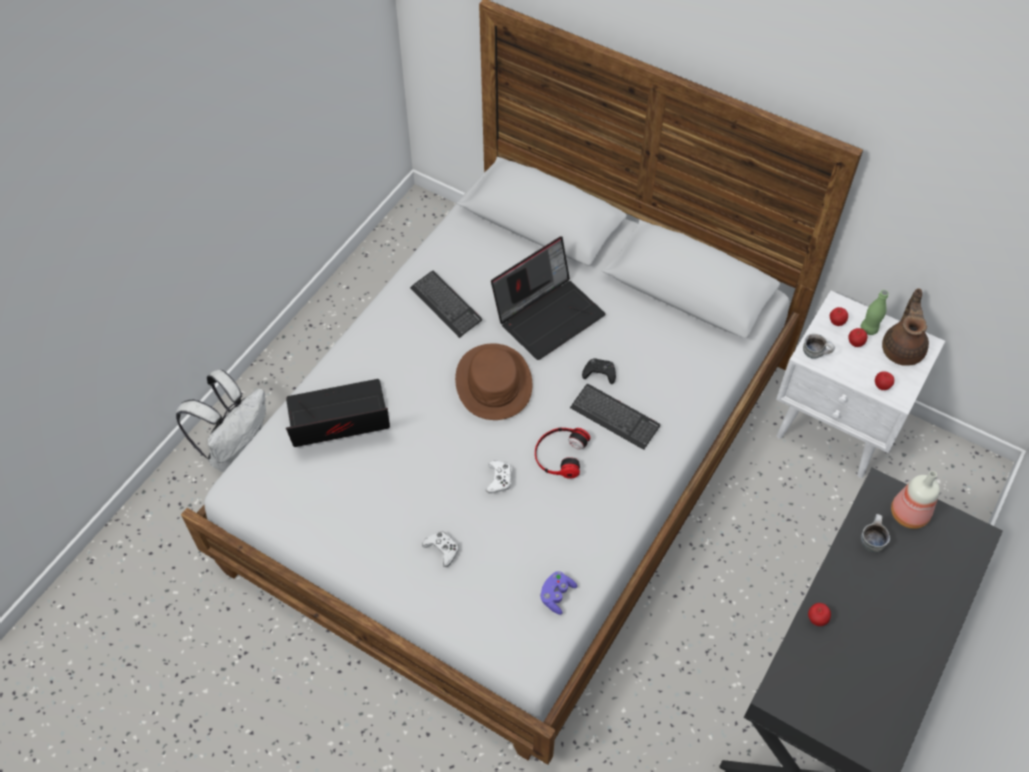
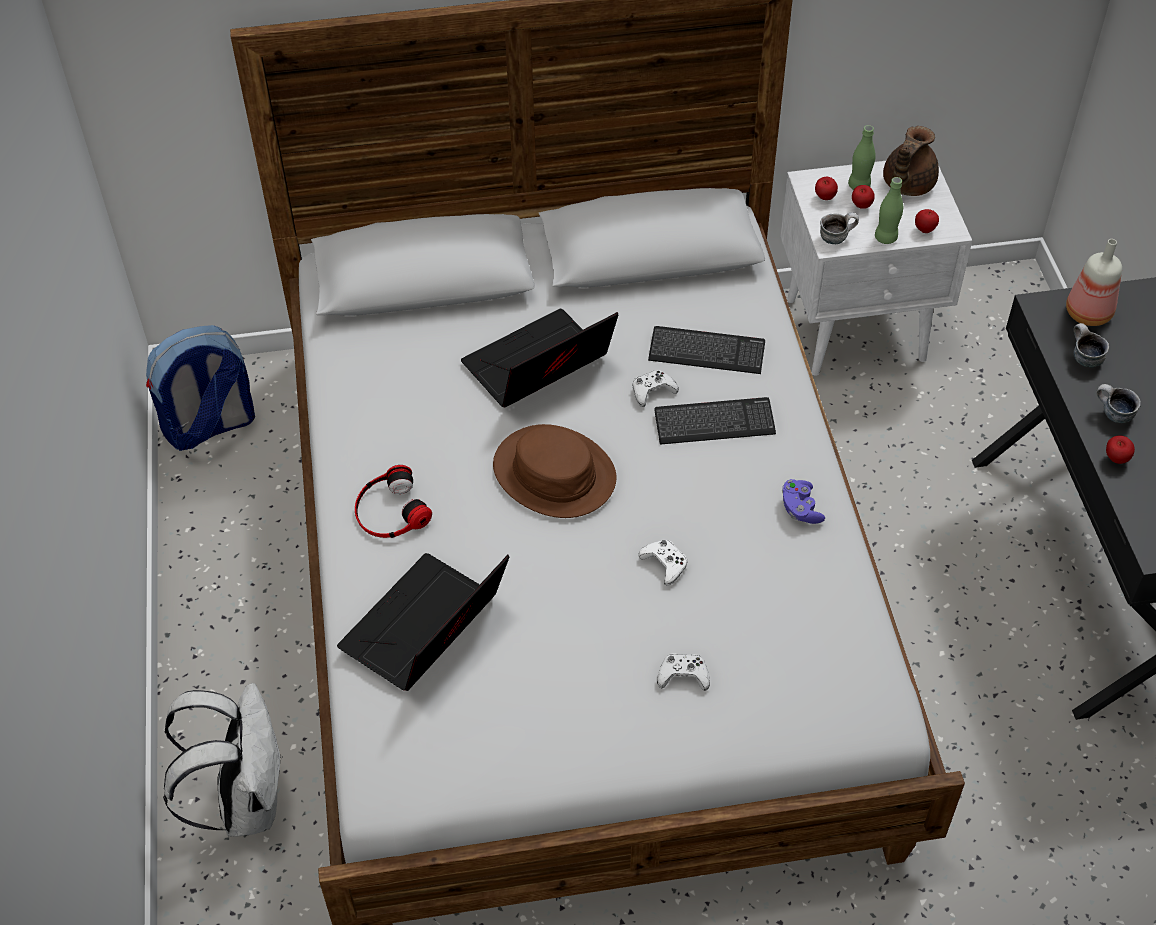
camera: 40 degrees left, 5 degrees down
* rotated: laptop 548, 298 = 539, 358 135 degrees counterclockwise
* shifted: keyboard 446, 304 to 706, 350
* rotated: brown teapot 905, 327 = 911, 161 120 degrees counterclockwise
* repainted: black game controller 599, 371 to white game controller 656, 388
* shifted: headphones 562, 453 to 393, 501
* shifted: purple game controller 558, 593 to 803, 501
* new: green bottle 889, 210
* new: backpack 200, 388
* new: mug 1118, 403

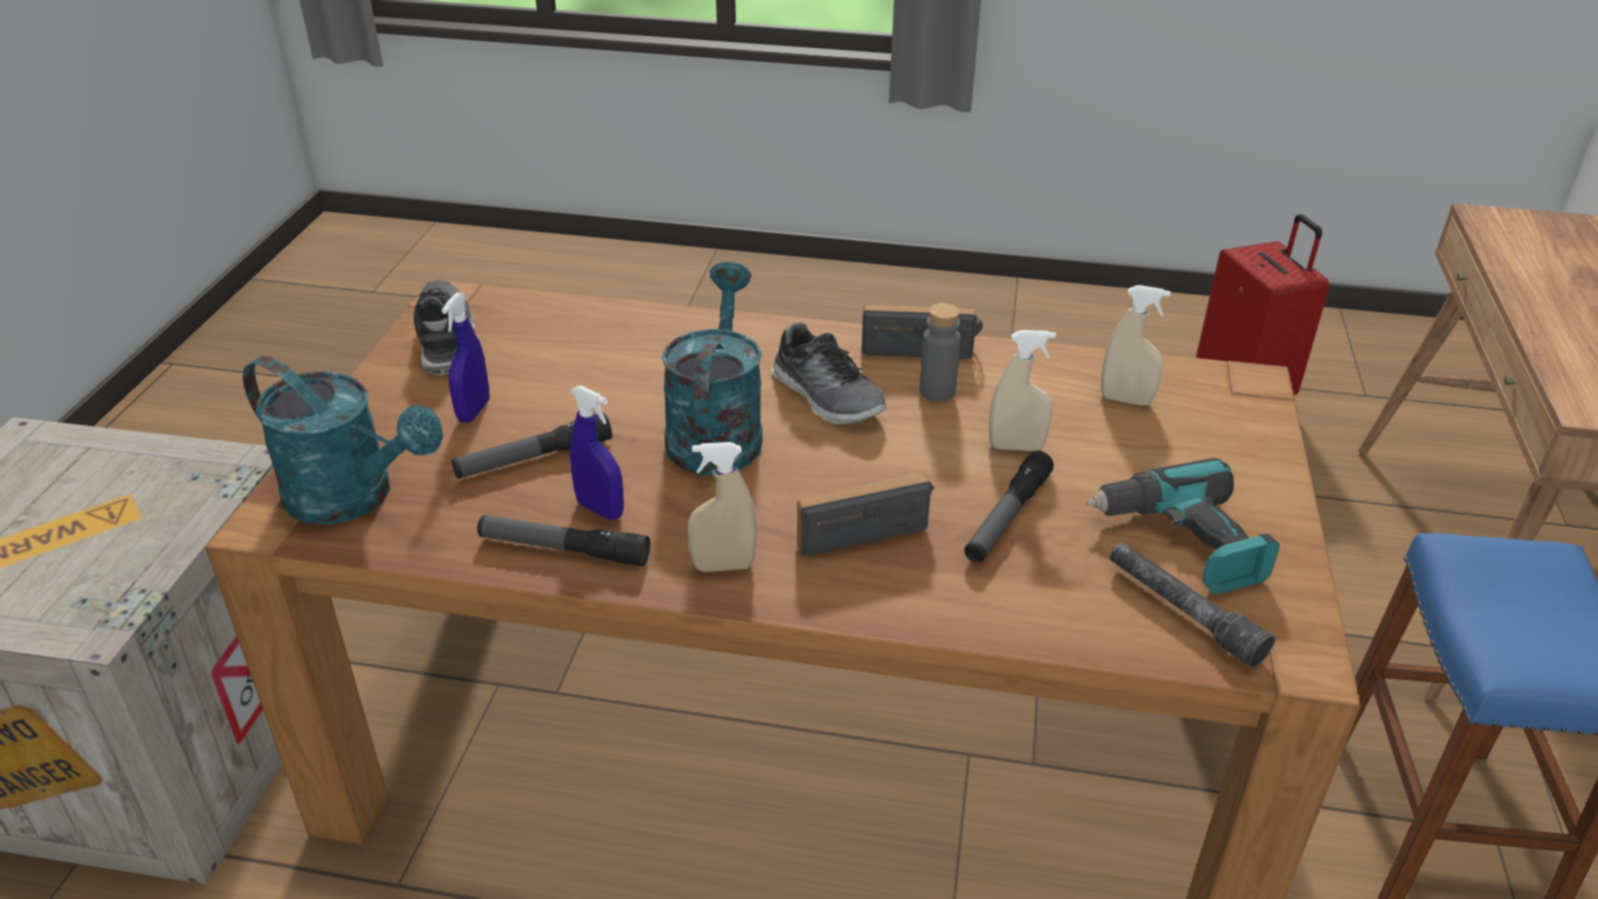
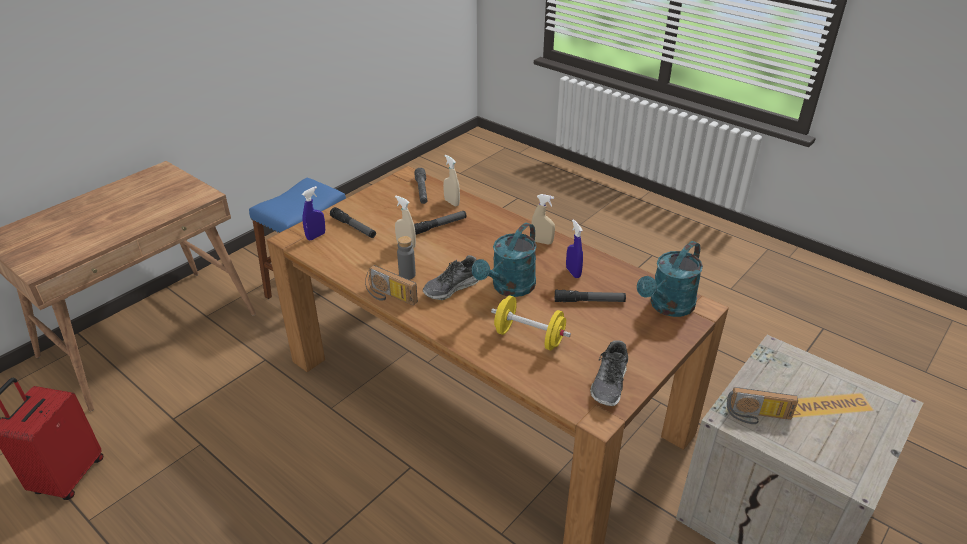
camera: 150 degrees left, 0 degrees up
* shifted: beige spray bottle 1136, 345 to 451, 180
* shifted: blue spray bottle 465, 357 to 313, 213
* rotated: shoe 830, 373 = 451, 277 120 degrees counterclockwise
* rotated: turquoise watering can 343, 440 = 670, 279 105 degrees counterclockwise
* gone: power drill 1182, 526
* shifted: radio 866, 514 to 762, 405
* shifted: flashlight 563, 540 to 353, 222
* new: yellow dumbbell 531, 322

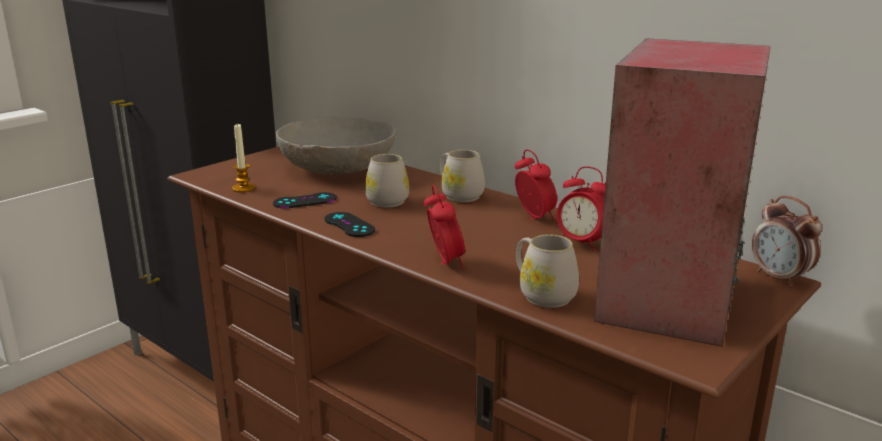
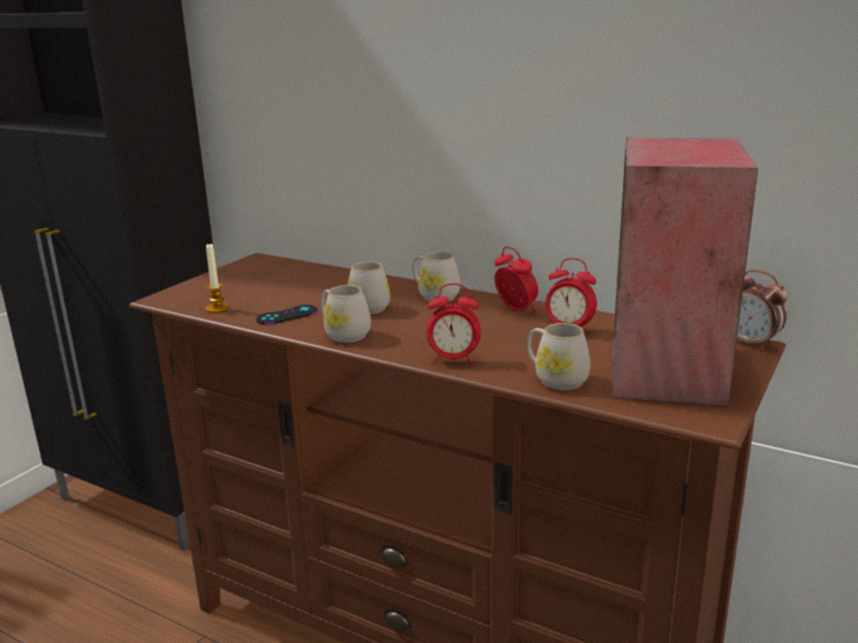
camera: 10 degrees left, 0 degrees up
* gone: grey bowl 336, 146
* rotated: alarm clock 444, 227 = 453, 324 120 degrees clockwise
* swapped: black game controller 349, 224 to white mug 345, 314

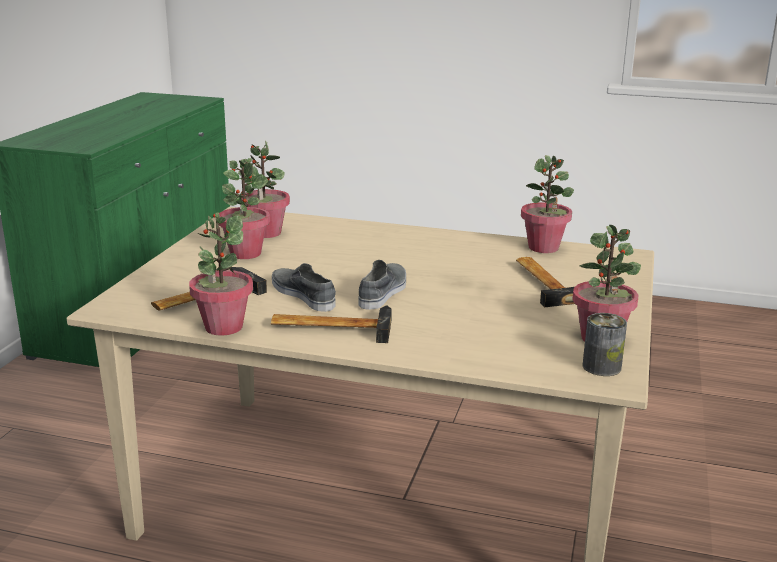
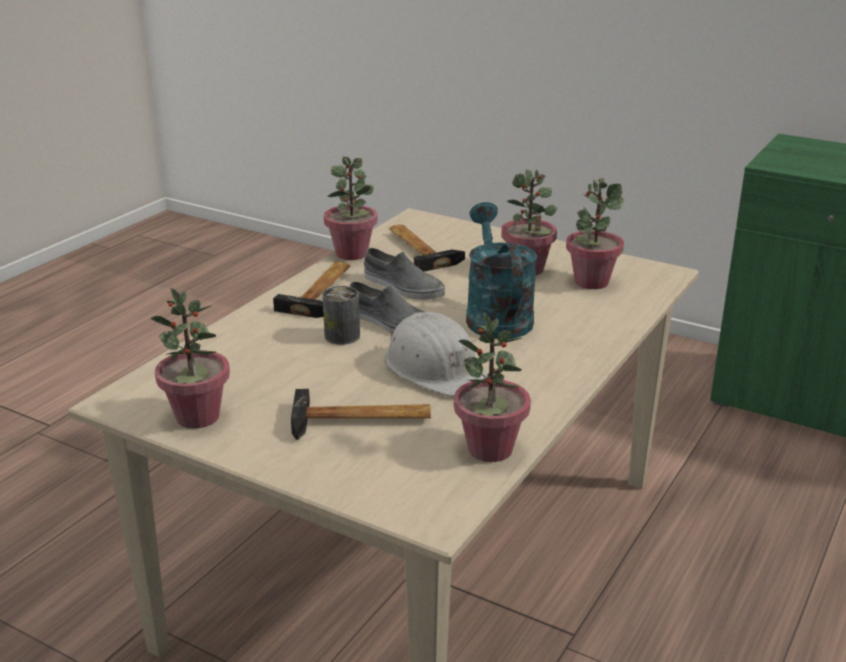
camera: 105 degrees right, 5 degrees up
* rotated: grey shoe 304, 287 = 404, 274 60 degrees clockwise
* shifted: can 604, 344 to 341, 315
* new: turquoise watering can 501, 270
* new: white hard hat 436, 354

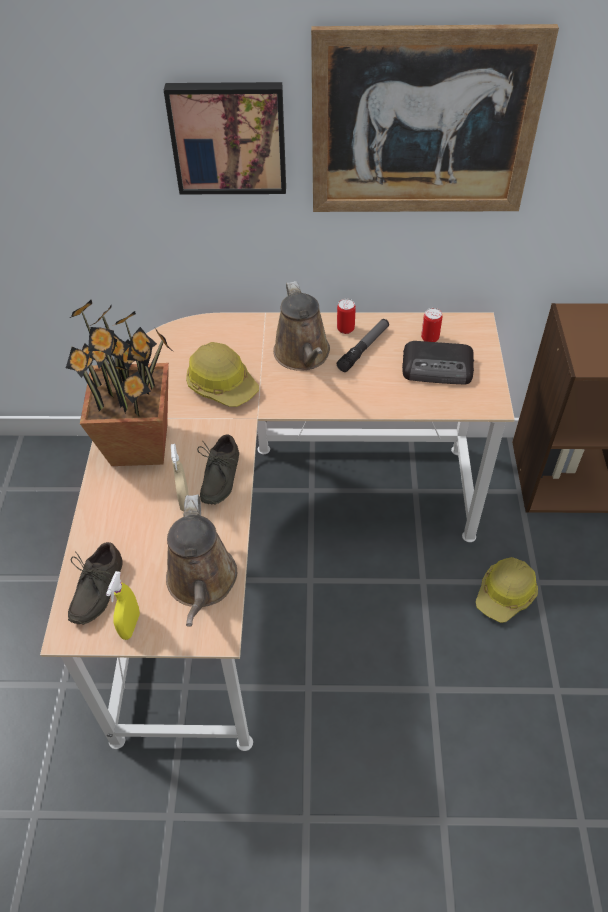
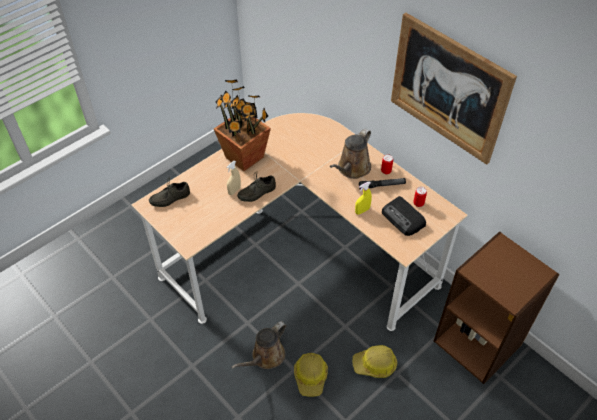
camera: 45 degrees right, 0 degrees up
* gone: picture 225, 138
* shifted: hard hat 222, 374 to 311, 375
* shifted: brown watering can 201, 560 to 258, 345
* shifted: yellow spray bottle 123, 605 to 363, 198

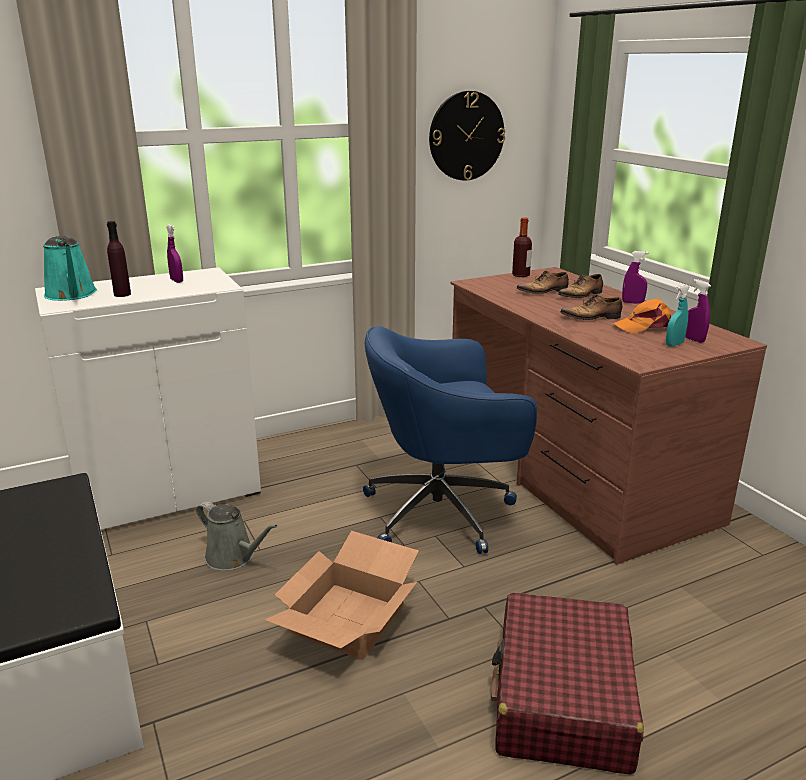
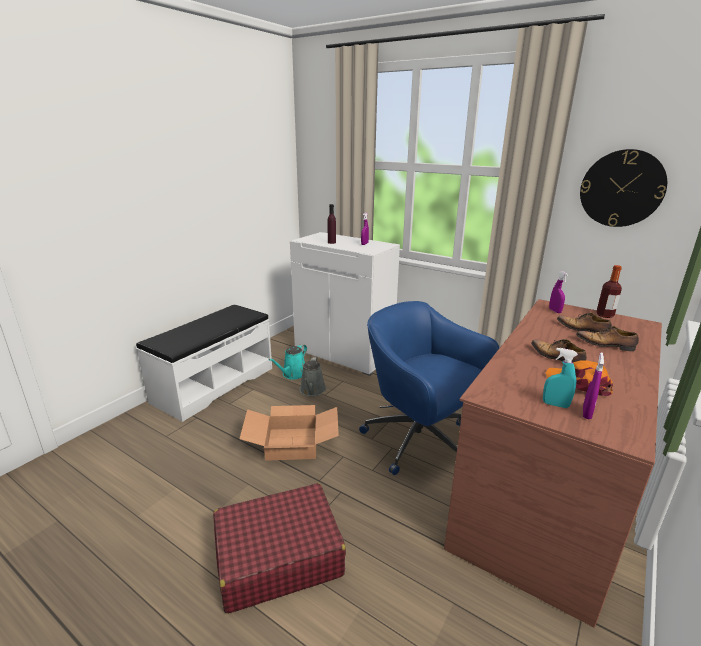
camera: 60 degrees right, 0 degrees up
* shifted: turquoise watering can 70, 268 to 287, 362
* shifted: purple spray bottle 635, 277 to 558, 292

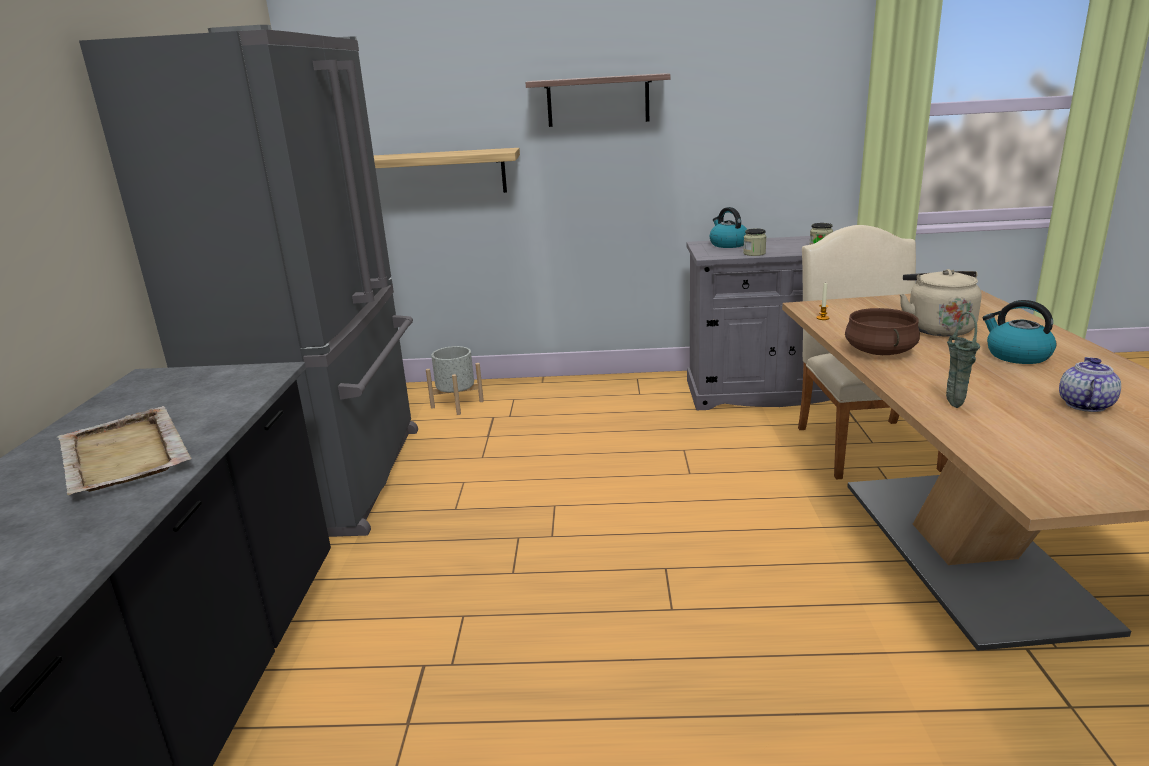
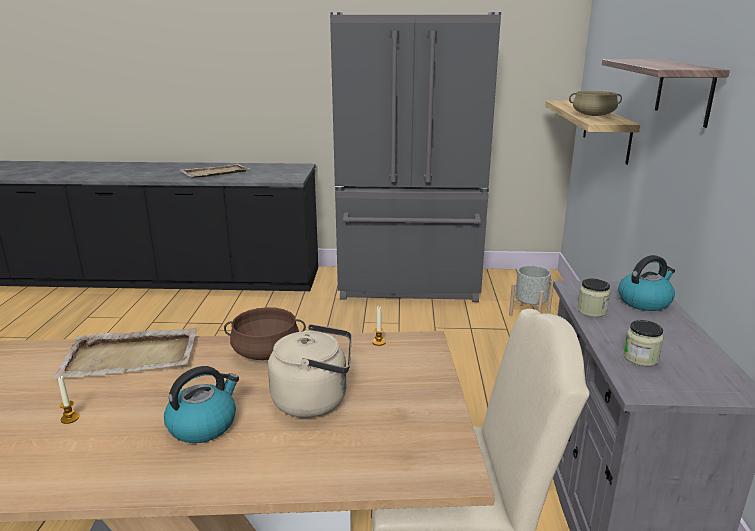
camera: 90 degrees right, 0 degrees up
* swapped: green vase 963, 360 to beige tray 125, 353
* swapped: teapot 1090, 384 to candle 68, 400
* new: beige cooking pot 595, 103

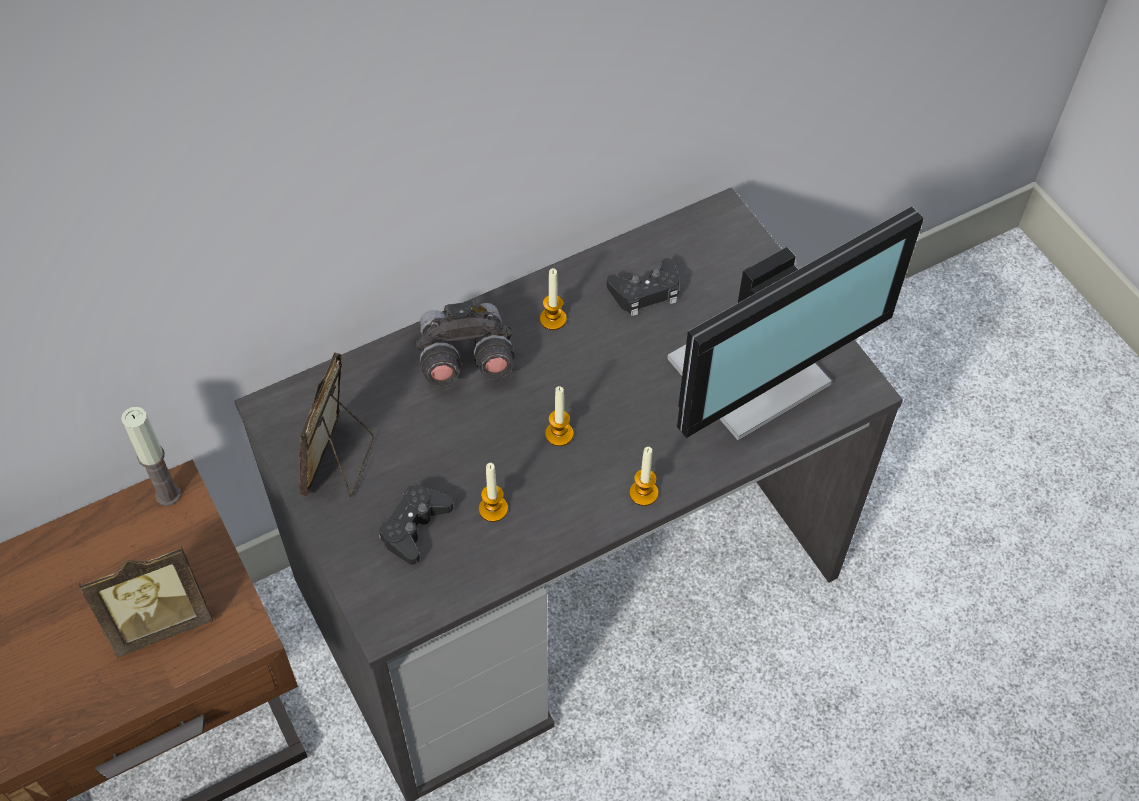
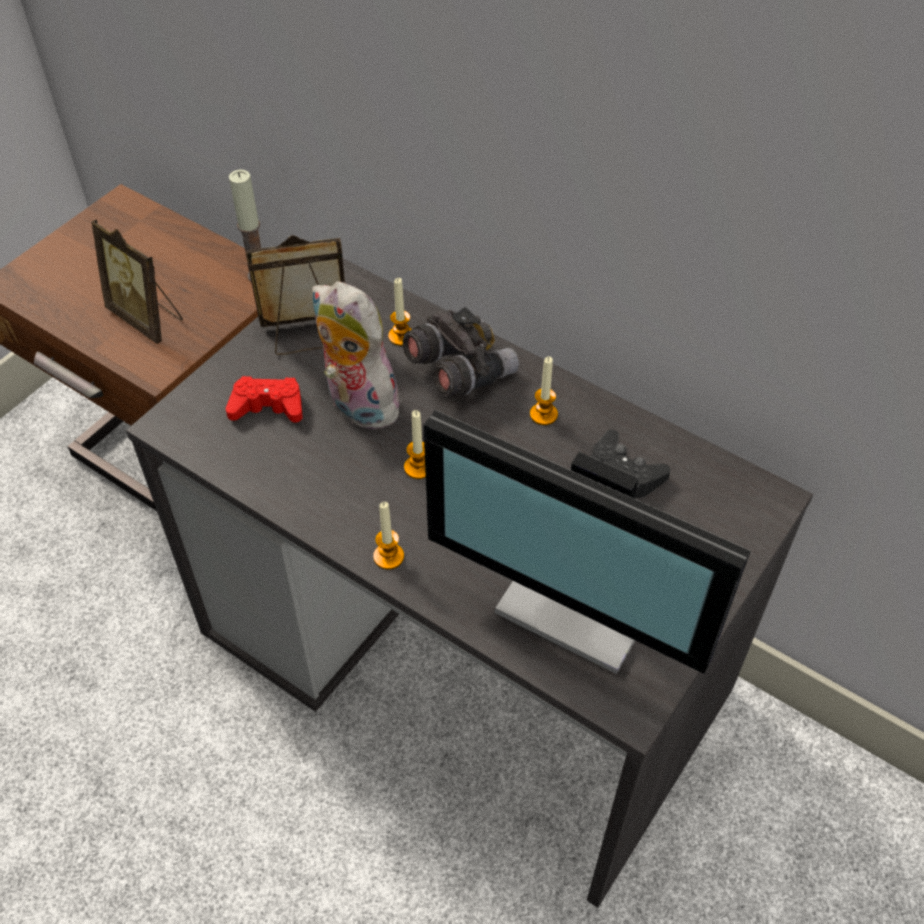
camera: 65 degrees right, 5 degrees down
* shifted: candle 493, 492 to 400, 312
* repainted: black game controller 416, 525 to red game controller 264, 399
* new: plush toy 360, 355

